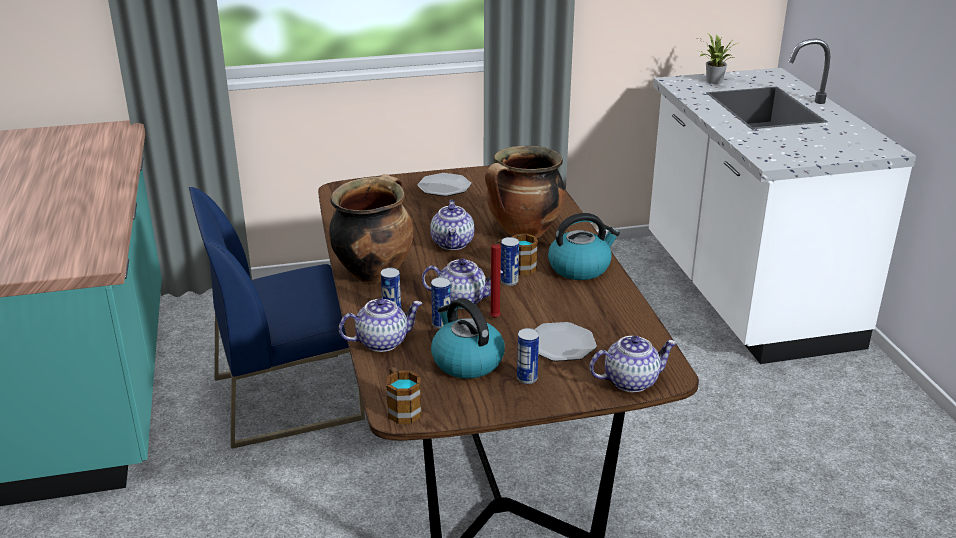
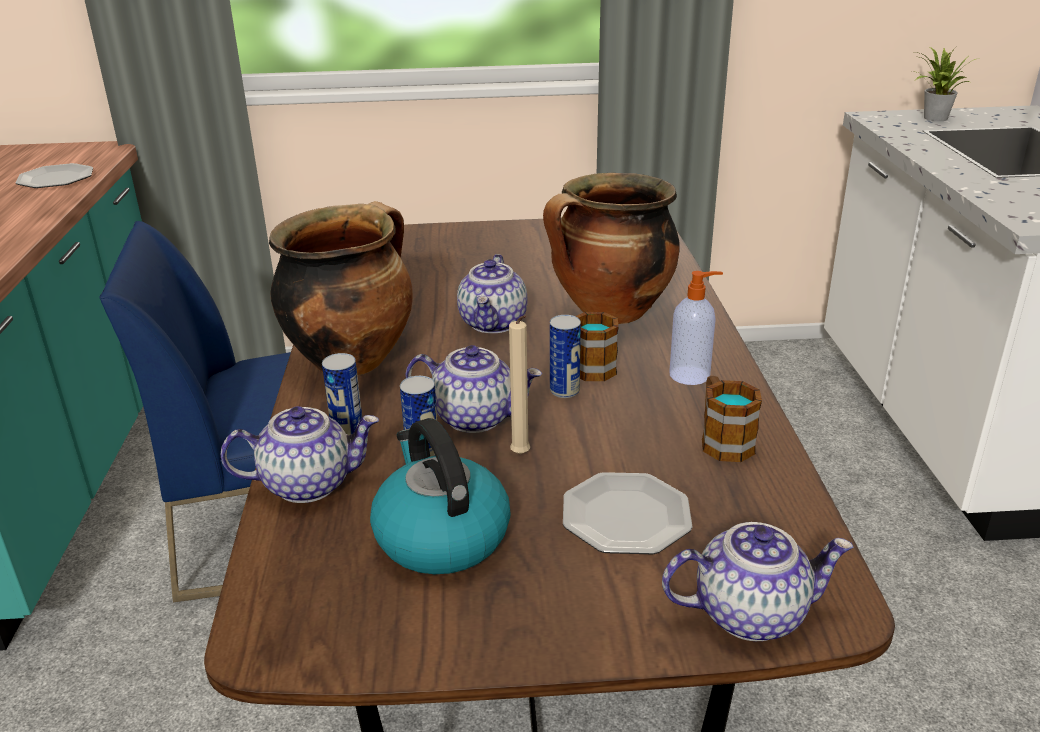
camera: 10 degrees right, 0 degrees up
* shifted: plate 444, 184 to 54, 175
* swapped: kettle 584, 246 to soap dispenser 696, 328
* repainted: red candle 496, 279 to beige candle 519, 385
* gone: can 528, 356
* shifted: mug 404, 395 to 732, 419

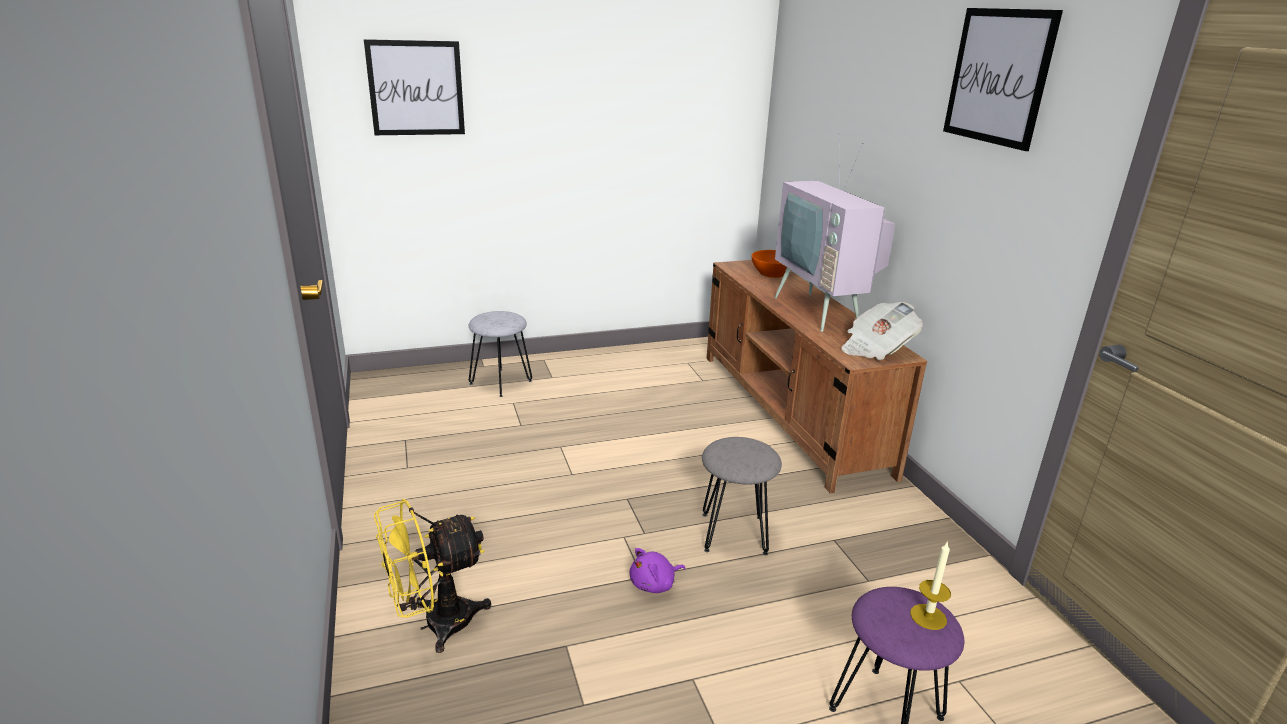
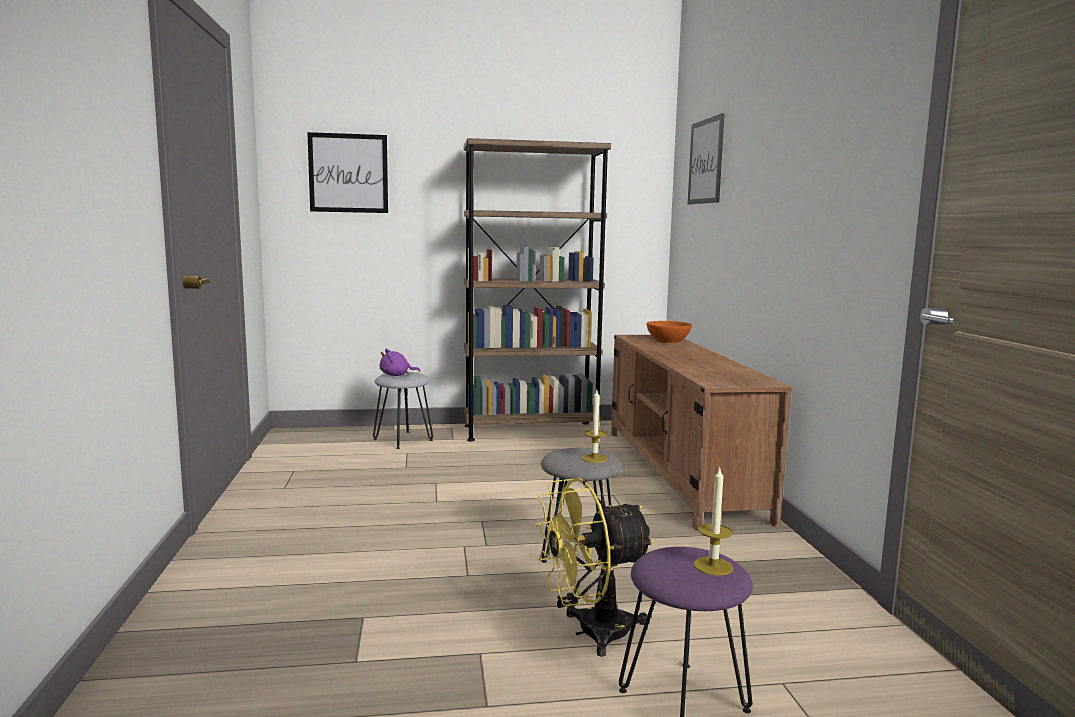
camera: 10 degrees right, 15 degrees down
* shifted: picture 1003, 79 to 706, 158
* gone: television 834, 232
* gone: newspaper 882, 331
* shifted: yellow fan 432, 576 to 595, 567
* shifted: purple plush toy 658, 570 to 400, 362
* new: brown bookcase 537, 289
* new: candle 594, 426

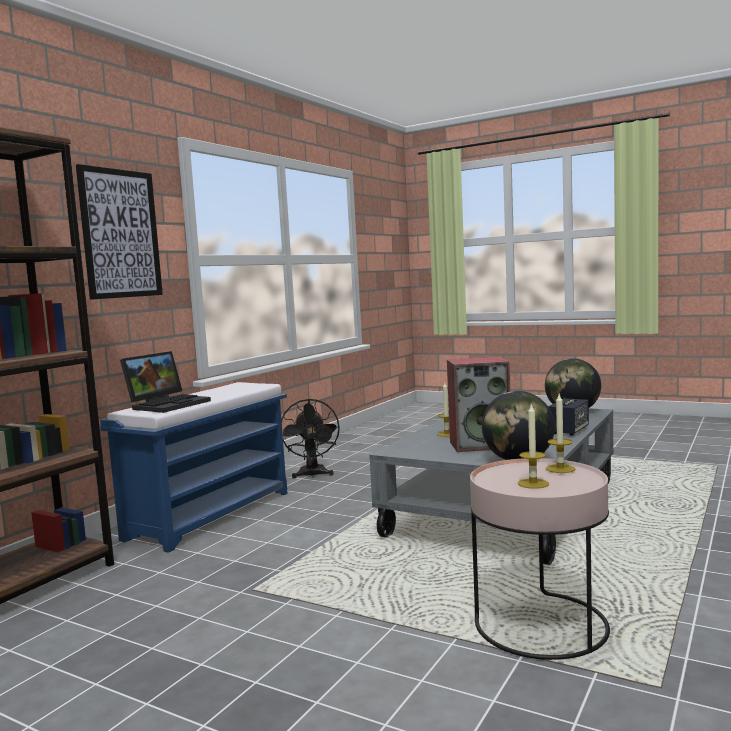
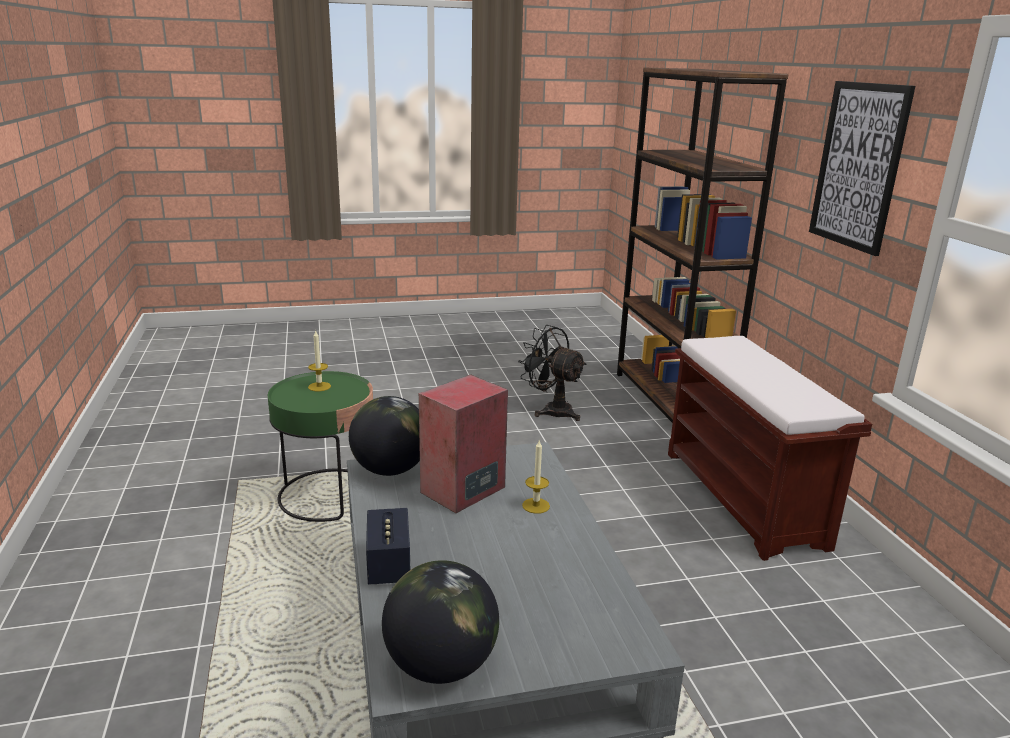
camera: 135 degrees right, 15 degrees up
* gone: laptop 165, 382
* repainted: blue bench 193, 467 to brown bench 770, 448
* gone: candle 561, 433
* shifted: black fan 311, 439 to 552, 373
* repainted: pink side table 540, 559 to green side table 320, 446

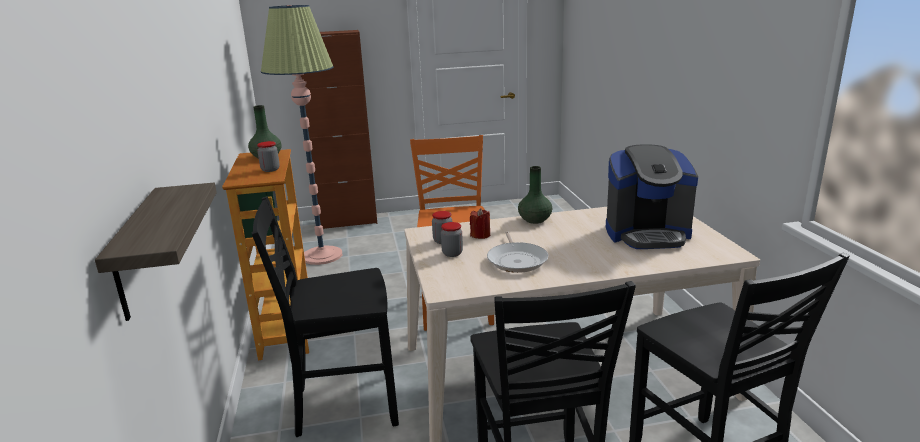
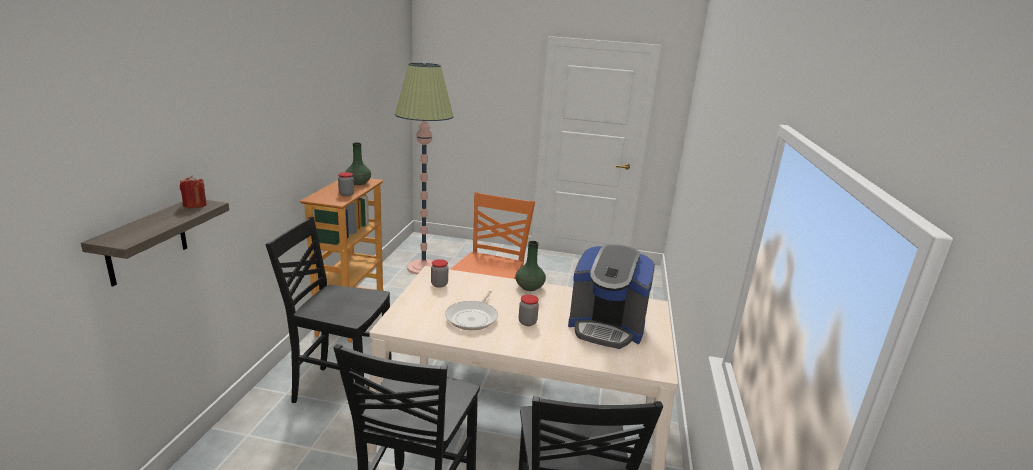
camera: 20 degrees right, 0 degrees up
* gone: brown cabinet 339, 129
* shifted: red candle 480, 223 to 193, 192
* shifted: jar 452, 239 to 529, 310

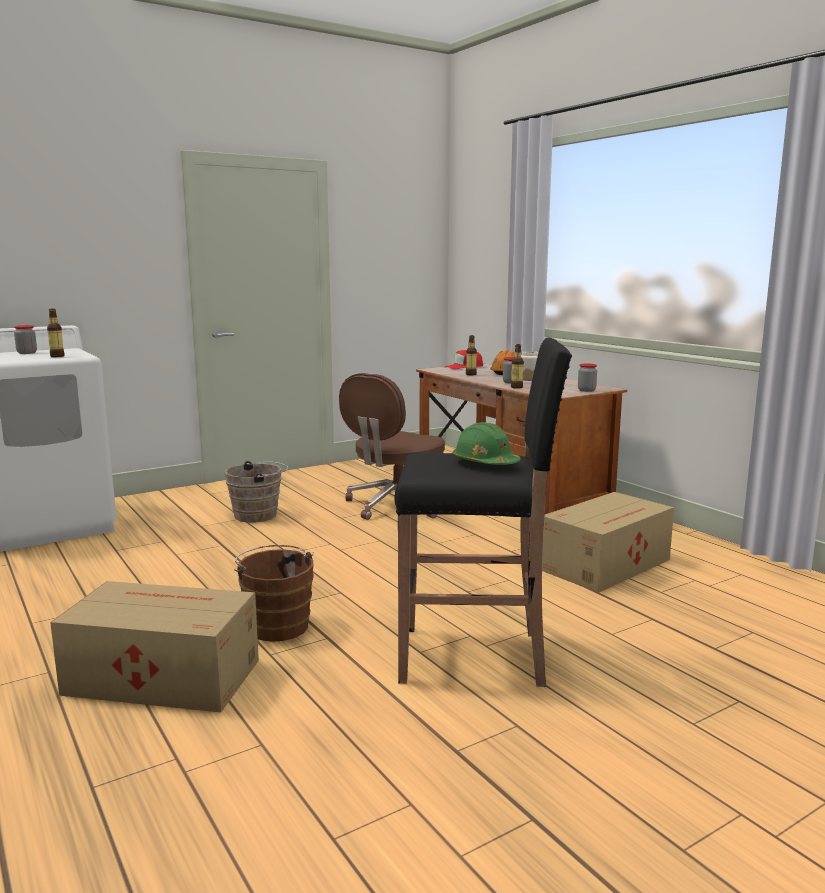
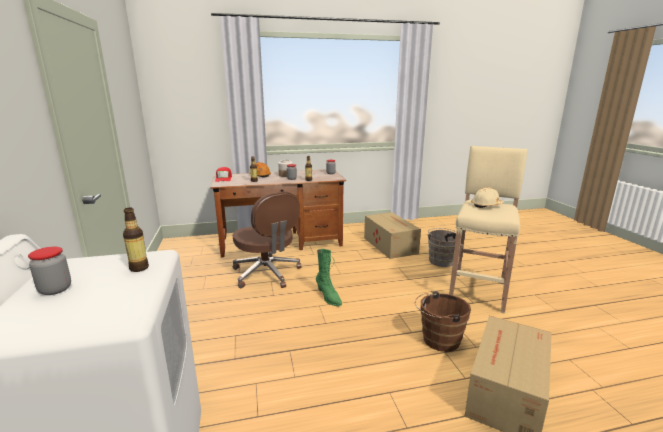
camera: 70 degrees left, 5 degrees up
* repainted: black stool 483, 512 to beige stool 488, 230
* repainted: green hard hat 487, 443 to beige hard hat 487, 198
* shifted: brown bucket 256, 491 to 442, 247
* new: green boot 329, 277

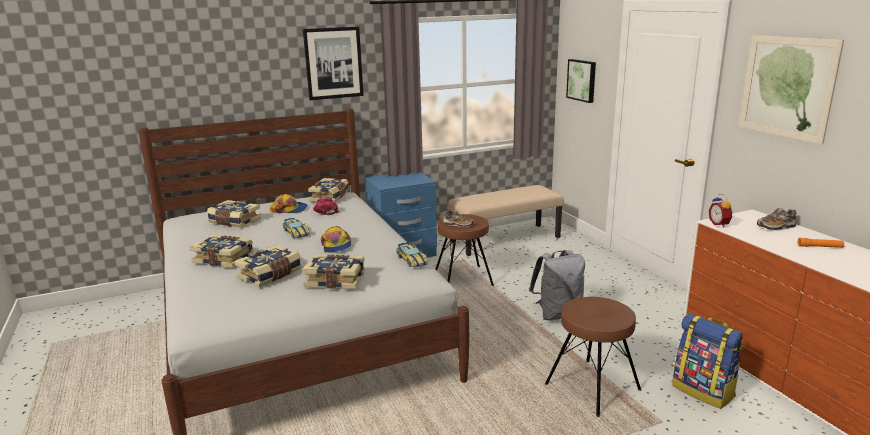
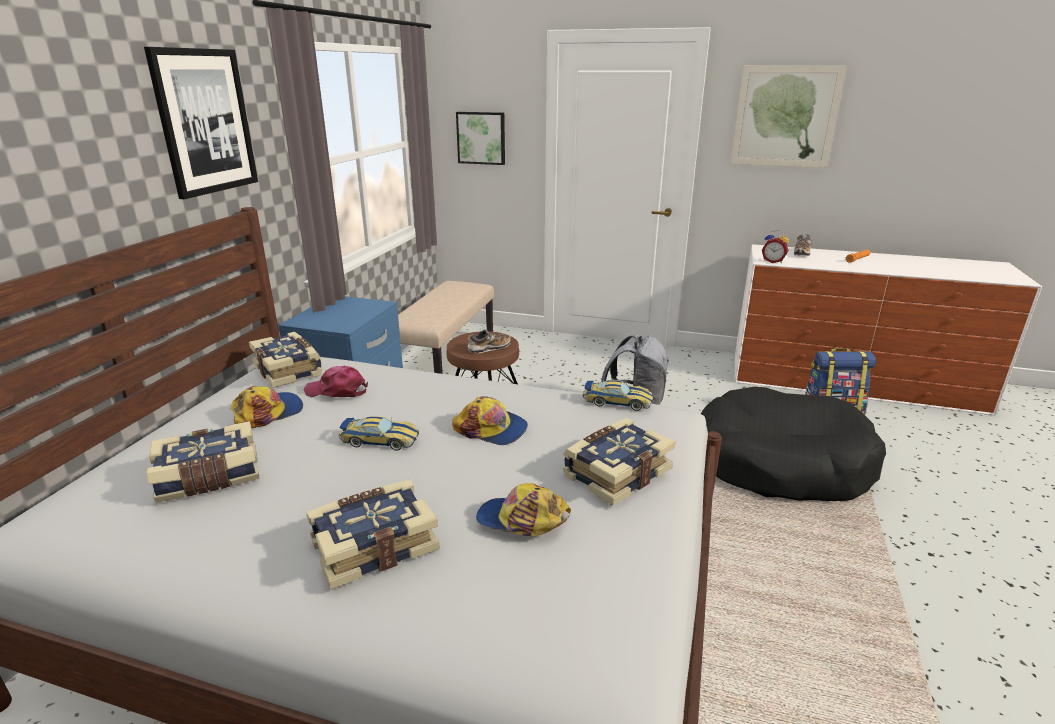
camera: 50 degrees left, 5 degrees up
* swapped: book 268, 266 to cap 523, 509
* swapped: brown stool 593, 356 to black dog bed 793, 444

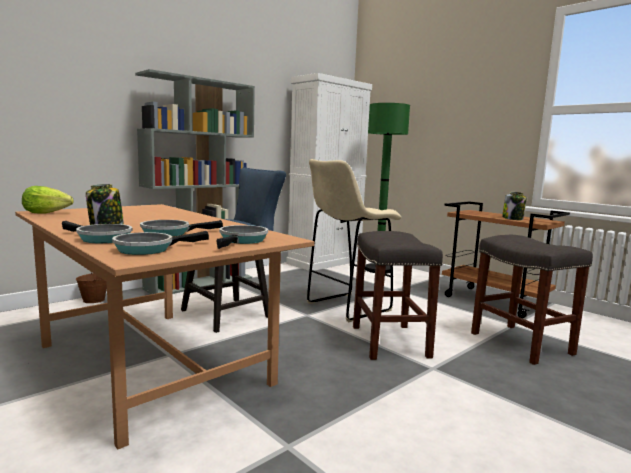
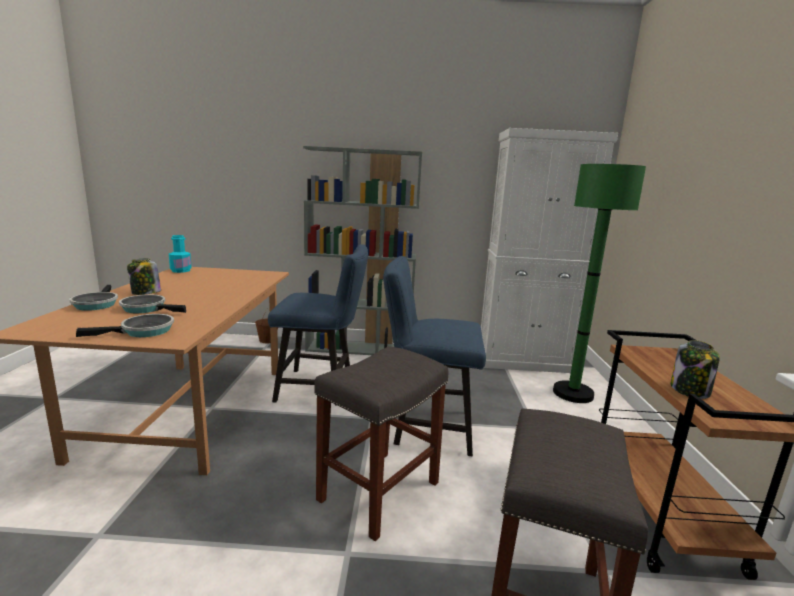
camera: 45 degrees right, 5 degrees up
* swapped: beige stool 354, 240 to blue chair 434, 356
* swapped: lettuce 47, 200 to turquoise bottle 180, 254
* gone: frying pan 160, 243

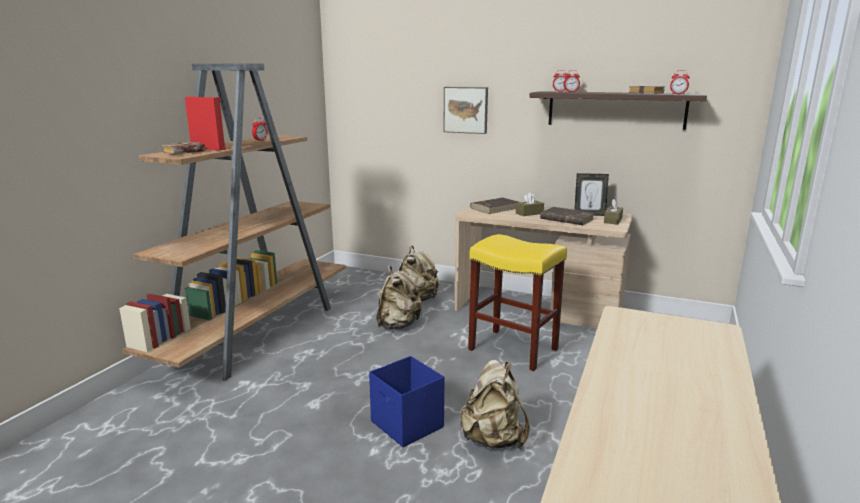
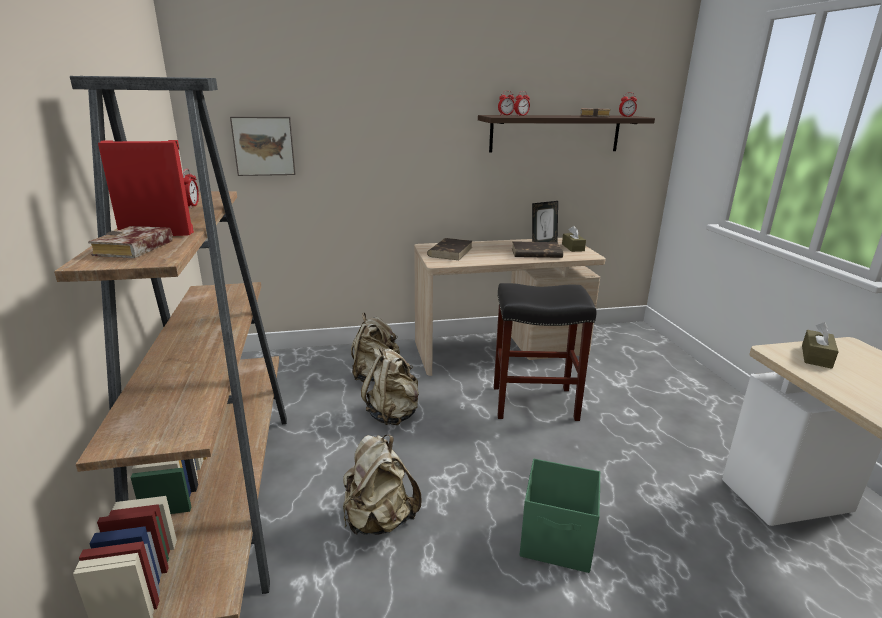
camera: 35 degrees left, 5 degrees up
* shifted: picture 465, 110 to 263, 146
* shifted: brown tissue box 530, 204 to 820, 345
* repainted: yellow stool 517, 302 to black stool 545, 352
* repainted: blue storage box 406, 401 to green storage box 560, 516
* shifted: beige backpack 494, 404 to 382, 485

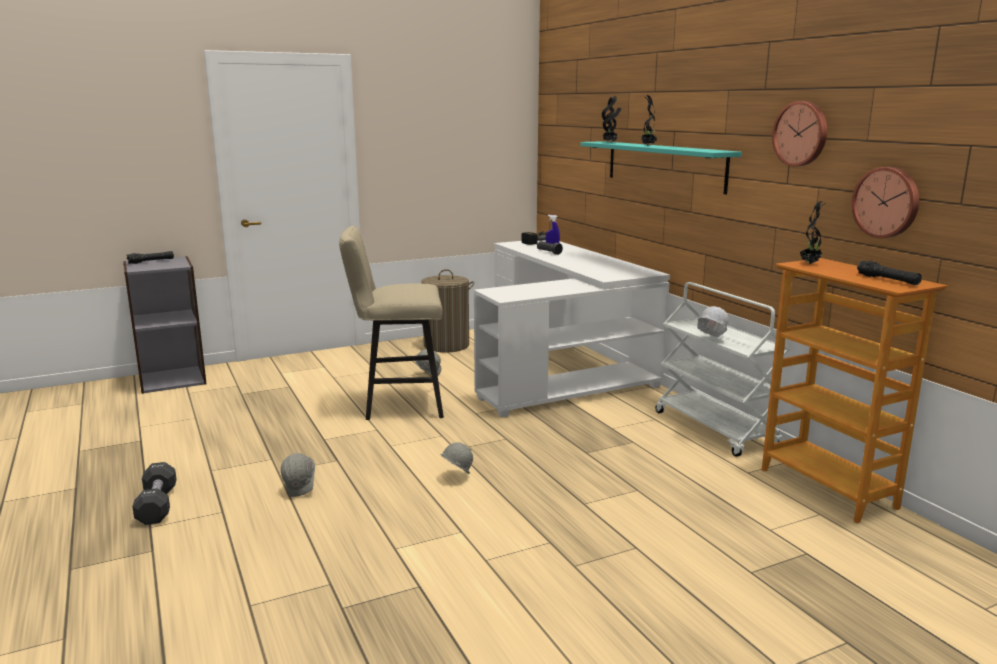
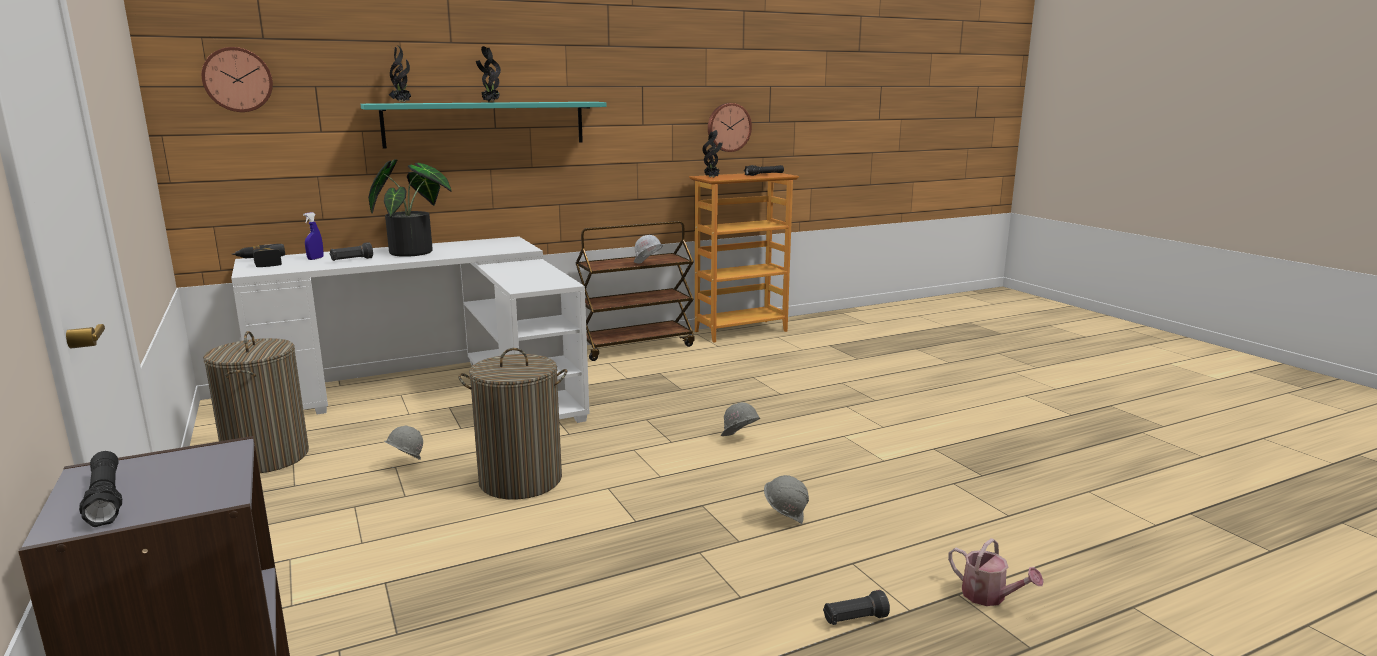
camera: 90 degrees left, 0 degrees up
* shifted: wall clock 799, 133 to 237, 79
* swapped: beige stool 391, 323 to laundry basket 512, 423
* repainted: white cart 722, 369 to brown cart 635, 291
* swapped: black dumbbell 154, 493 to black flashlight 856, 607
* new: potted plant 410, 208
* new: watering can 996, 572

